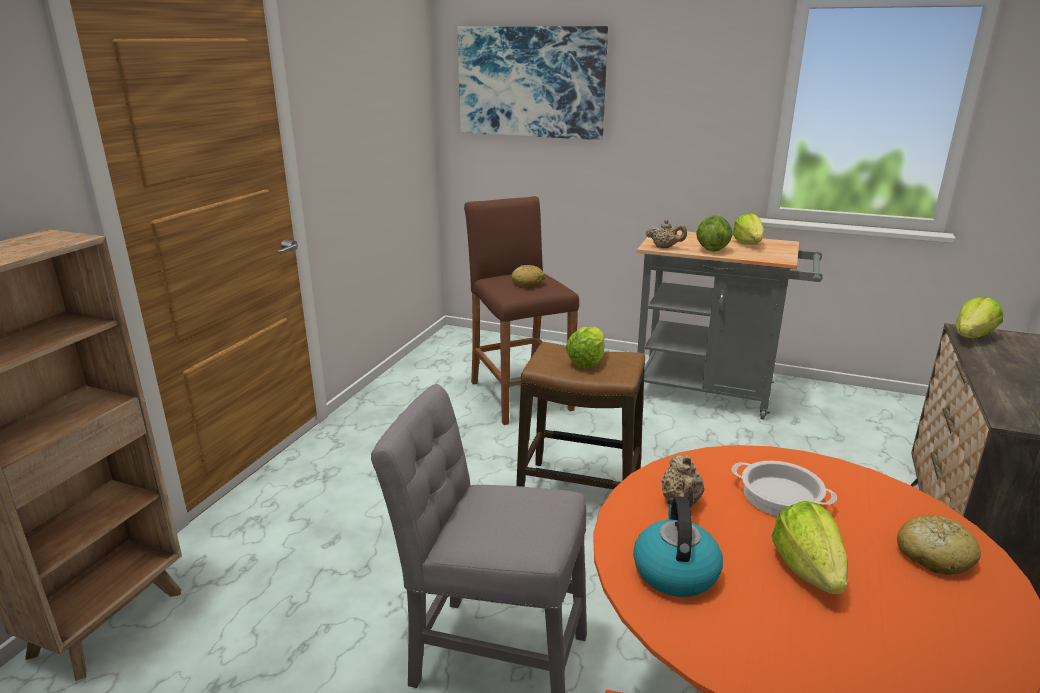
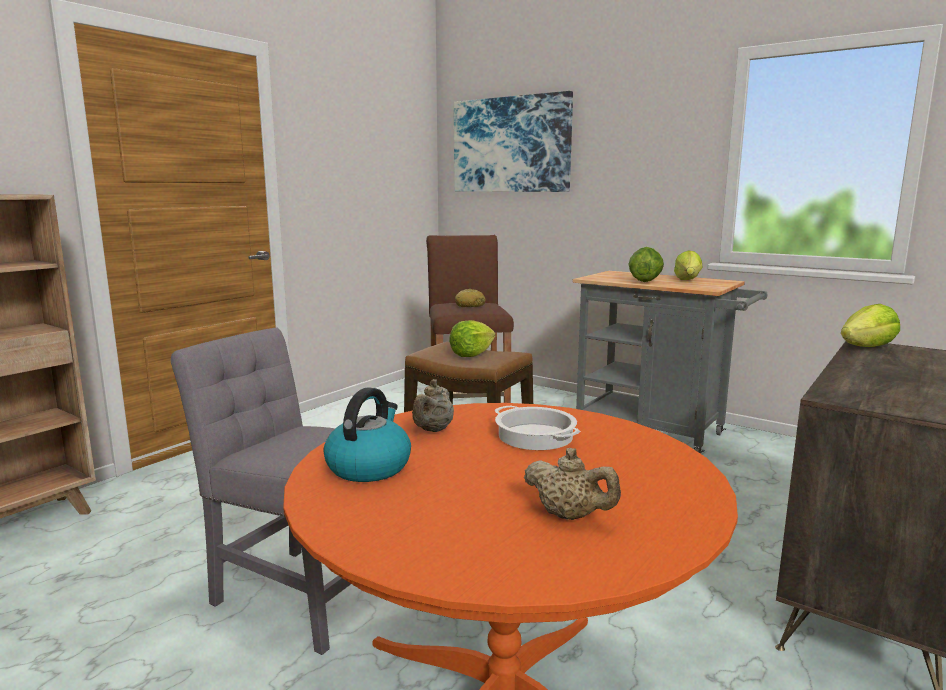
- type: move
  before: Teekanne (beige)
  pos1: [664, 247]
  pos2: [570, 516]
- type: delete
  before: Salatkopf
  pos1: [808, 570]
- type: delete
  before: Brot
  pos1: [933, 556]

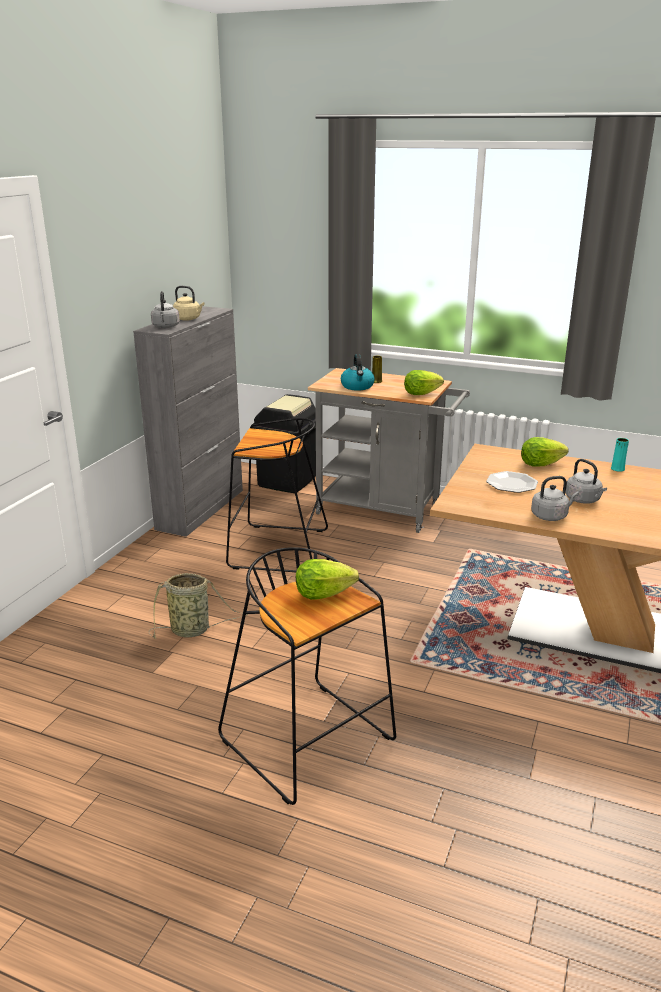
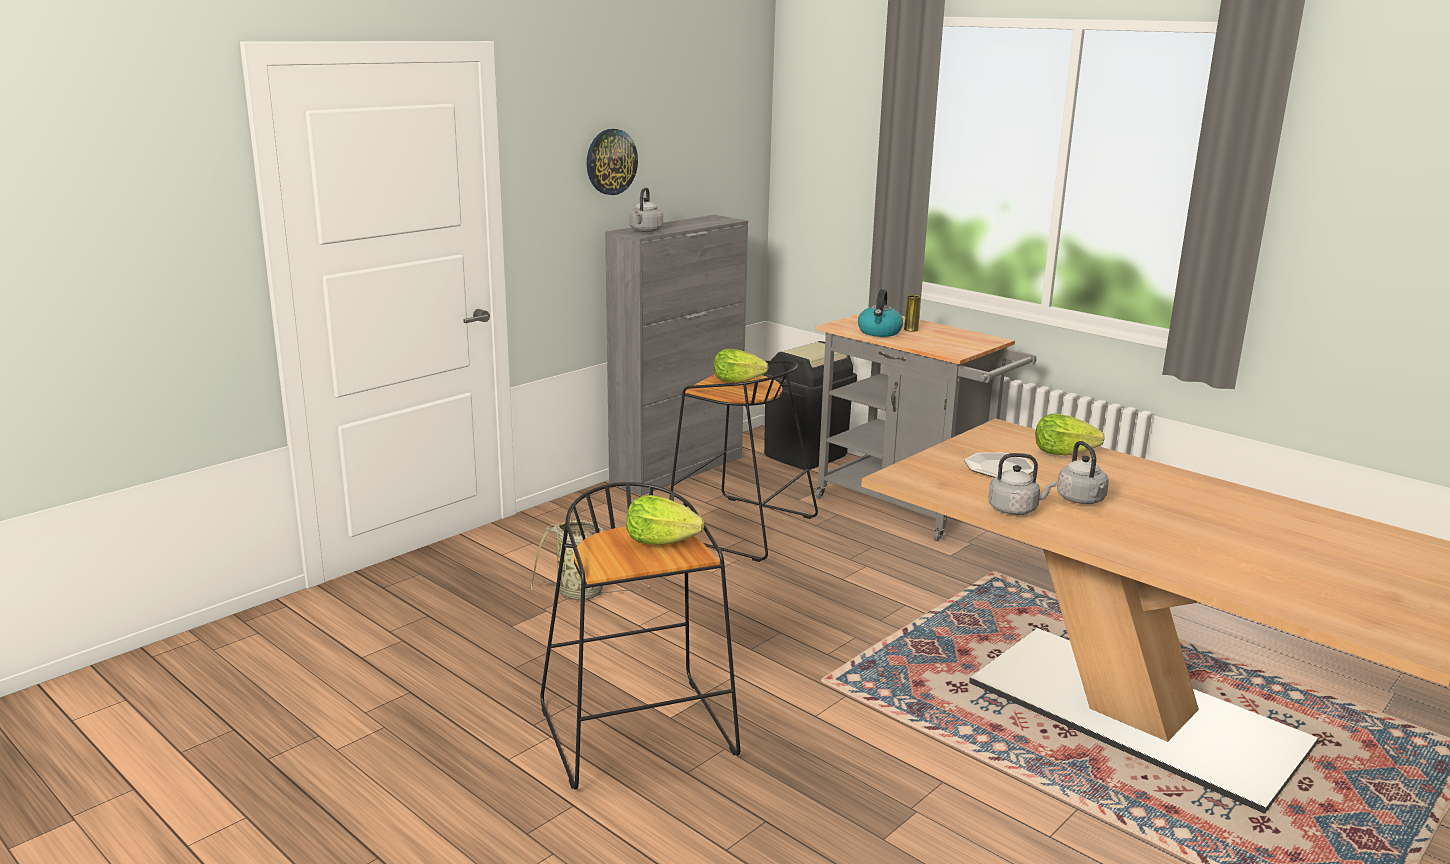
- type: insert
  after: Wanduhr
  pos2: [611, 161]
- type: move
  before: Salatkopf
  pos1: [421, 394]
  pos2: [737, 381]
- type: delete
  before: Wasserkessel (beige)
  pos1: [188, 319]
- type: delete
  before: Vase (türkis)
  pos1: [617, 469]

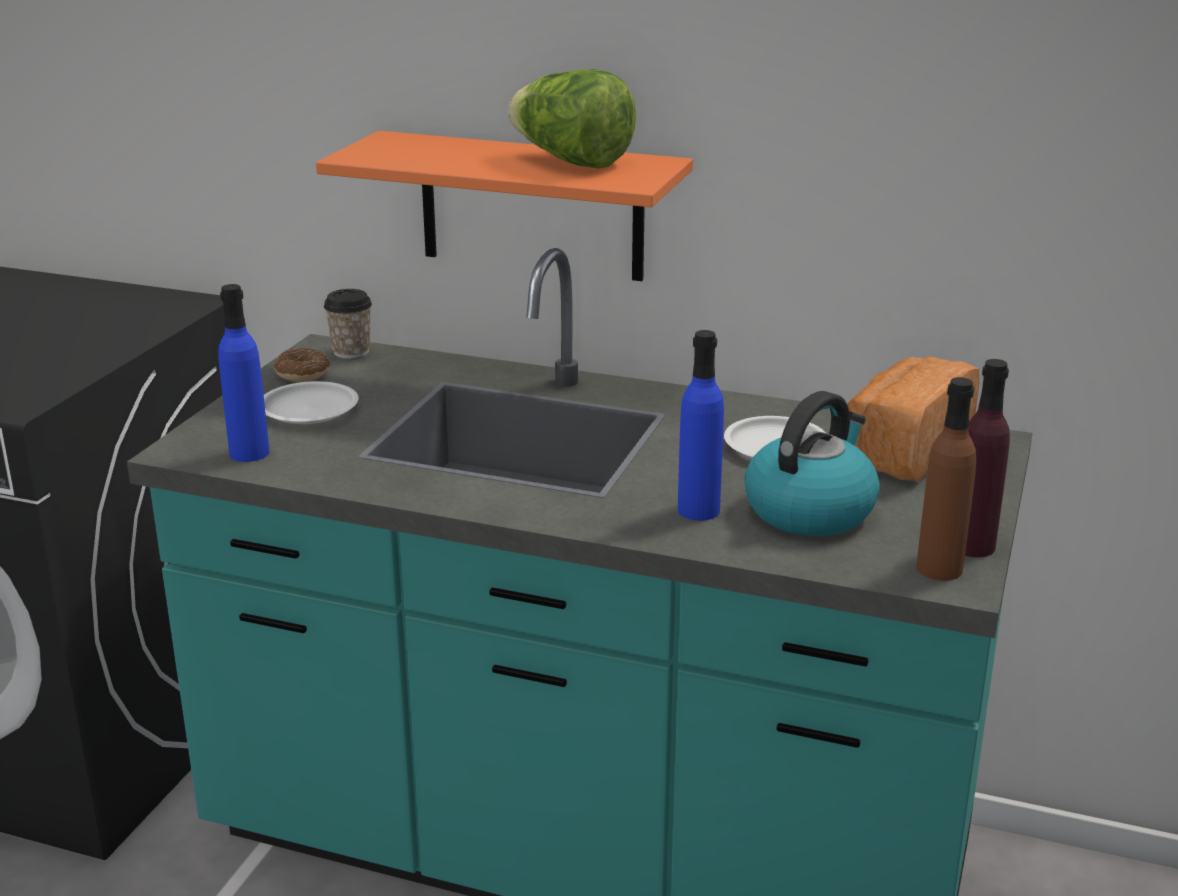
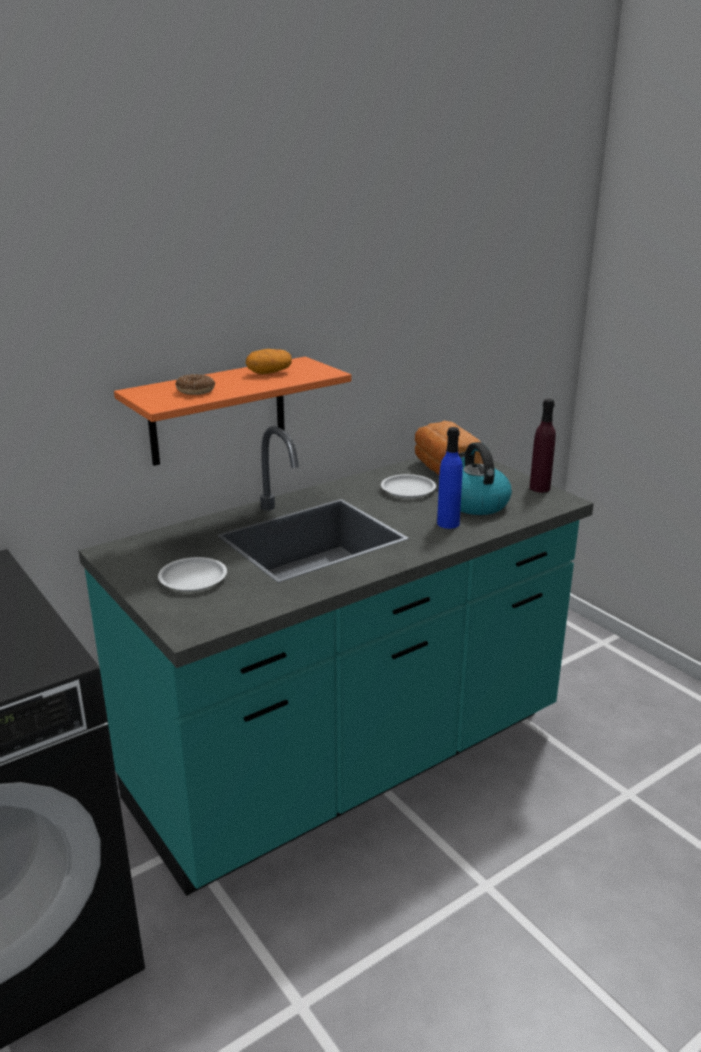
- type: move
  before: Donut
  pos1: [302, 374]
  pos2: [195, 391]
- type: replace
  before: Salatkopf
  after: Kartoffel
  pos1: [571, 162]
  pos2: [269, 373]
- type: delete
  before: Flasche (blau)
  pos1: [249, 453]
- type: delete
  before: Tasse
  pos1: [351, 352]
- type: delete
  before: Flasche (braun)
  pos1: [939, 568]

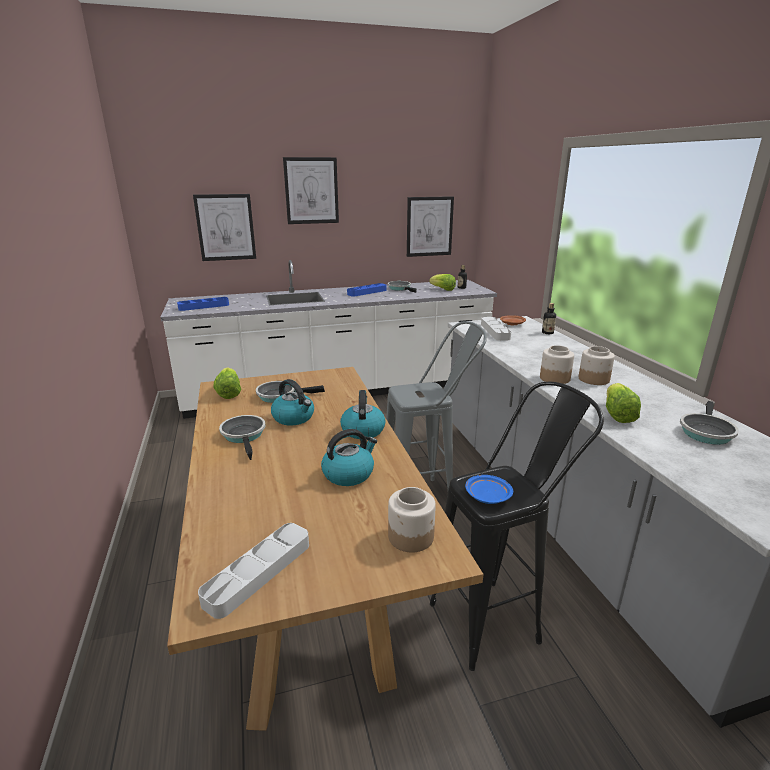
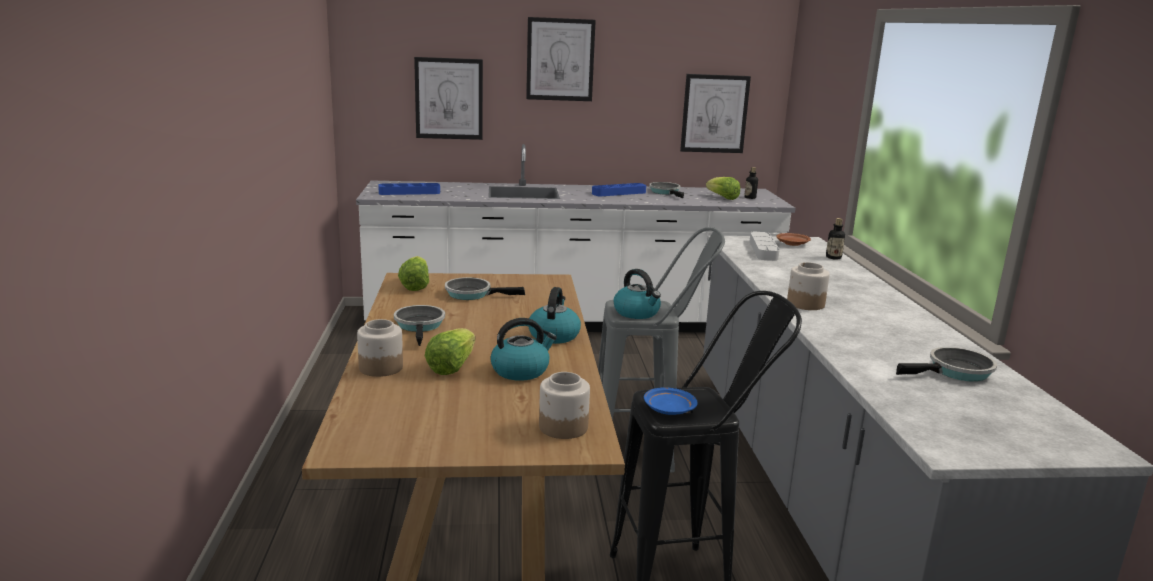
- type: move
  before: Vorratsglas
  pos1: [593, 379]
  pos2: [380, 368]
- type: move
  before: Salatkopf
  pos1: [617, 415]
  pos2: [451, 366]
- type: move
  before: Wasserkessel
  pos1: [294, 418]
  pos2: [637, 313]
- type: rotate
  before: Pfanne
  pos1: [705, 432]
  pos2: [956, 372]
  turn: -150
- type: delete
  before: Tablett (grau)
  pos1: [258, 572]

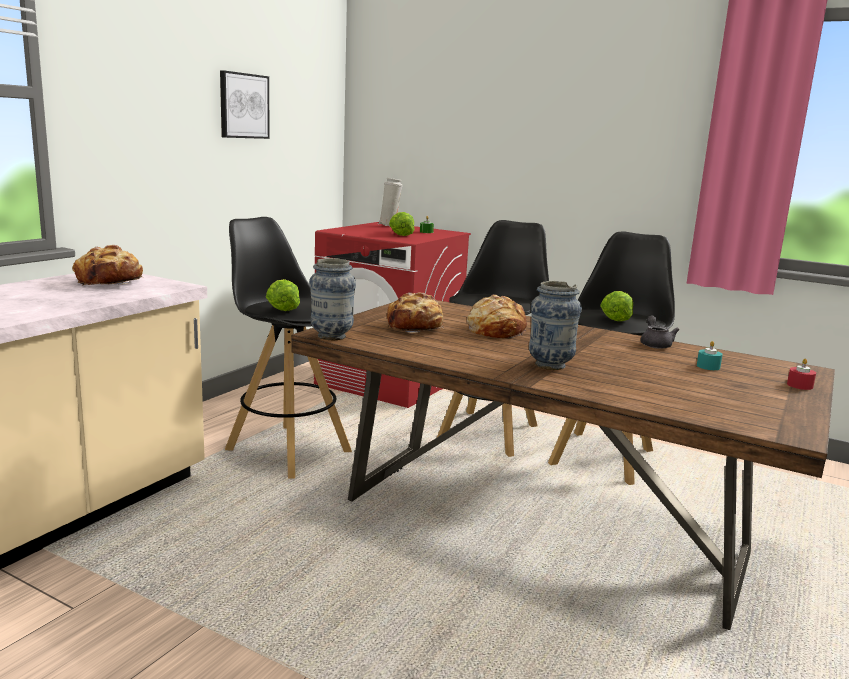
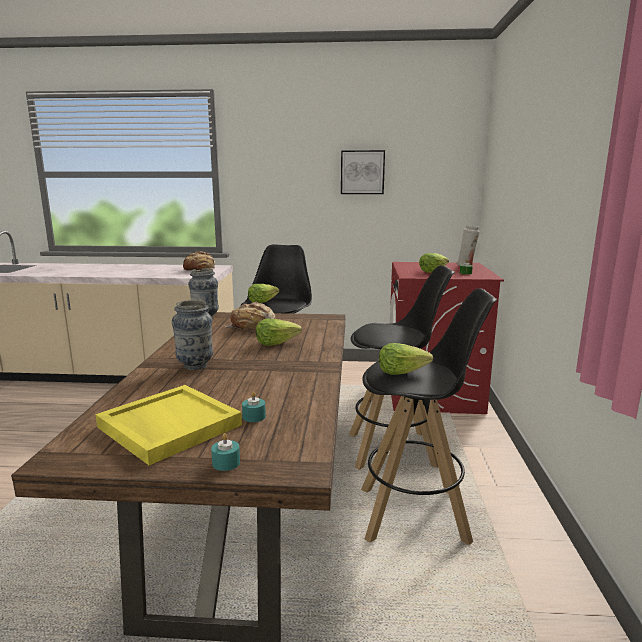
- type: insert
  after: Tablett (gelb)
  pos2: [168, 426]
- type: recolor
  before: Kerze (rot)
  after: Kerze (türkis)
  pos1: [800, 385]
  pos2: [226, 463]
- type: replace
  before: Brot
  after: Salatkopf
  pos1: [496, 330]
  pos2: [276, 343]
- type: delete
  before: Teekanne (grau)
  pos1: [655, 344]

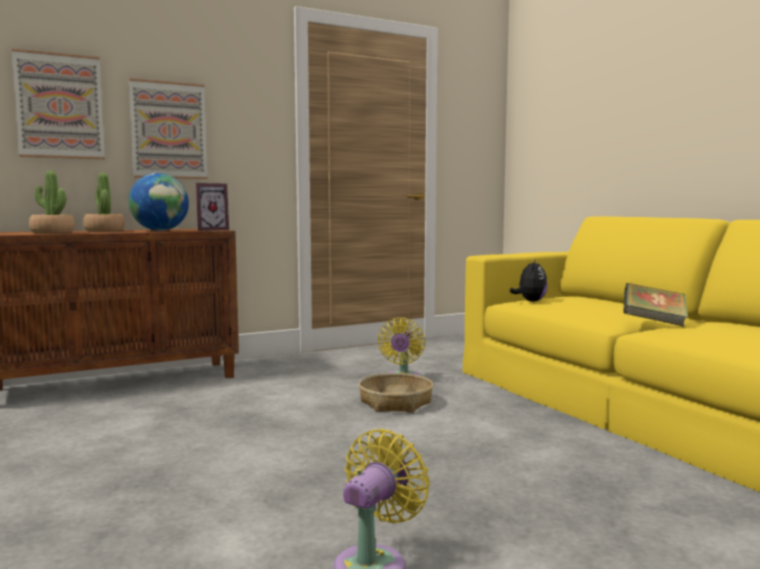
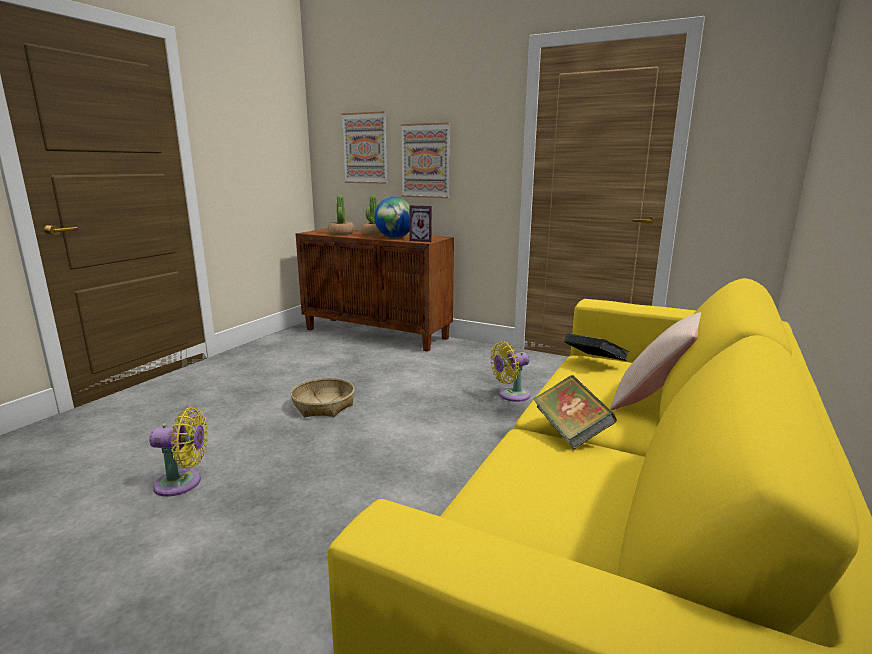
- type: move
  before: Korb
  pos1: [395, 403]
  pos2: [323, 405]
- type: replace
  before: Plüschtier
  after: Buch
  pos1: [530, 301]
  pos2: [594, 363]
- type: insert
  after: Kissen (beige)
  pos2: [657, 398]

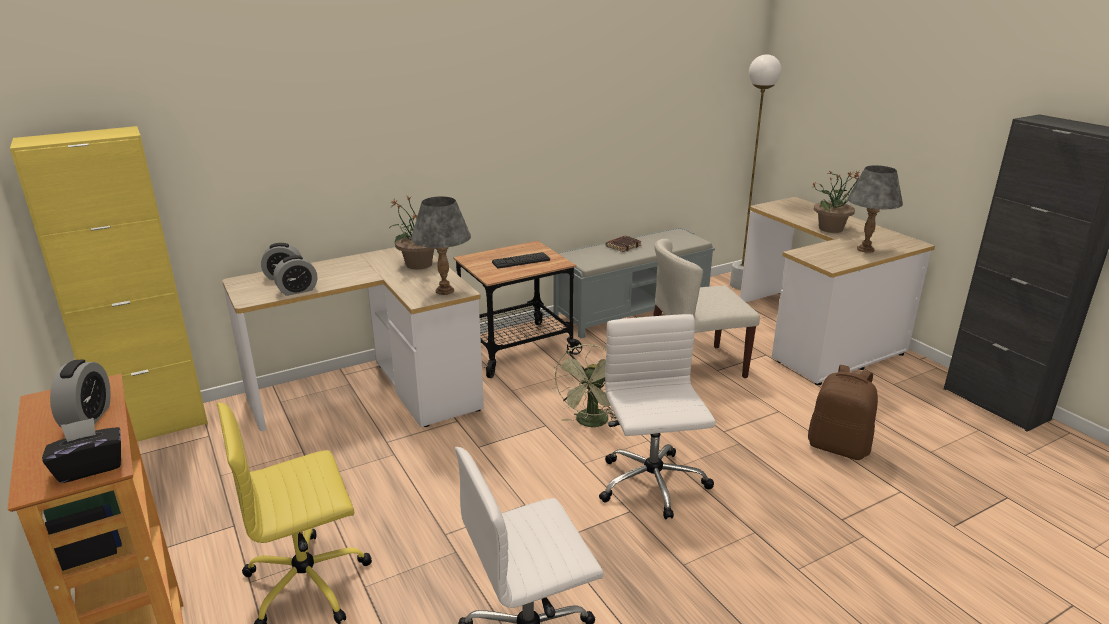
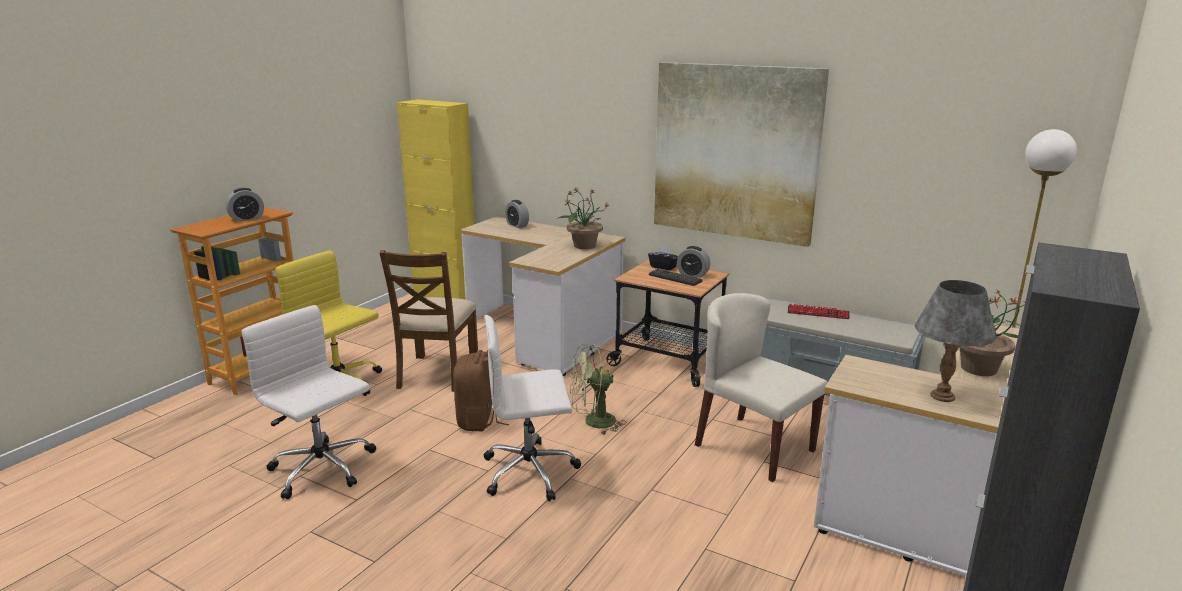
- type: insert
  after: Stuhl (braun)
  pos2: [437, 373]
- type: move
  before: Rucksack (braun)
  pos1: [838, 447]
  pos2: [480, 421]
- type: rotate
  before: Bürostuhl (weiß)
  pos1: [652, 485]
  pos2: [531, 472]
  turn: -150
- type: move
  before: Taschentuchbox (schwarz)
  pos1: [90, 467]
  pos2: [663, 267]
- type: insert
  after: Bild
  pos2: [735, 152]
- type: move
  before: Wecker
  pos1: [297, 290]
  pos2: [692, 274]
- type: replace
  before: Buch (braun)
  after: Tastatur
  pos1: [623, 246]
  pos2: [818, 313]
- type: delete
  before: Tischlampe (grau)
  pos1: [445, 291]

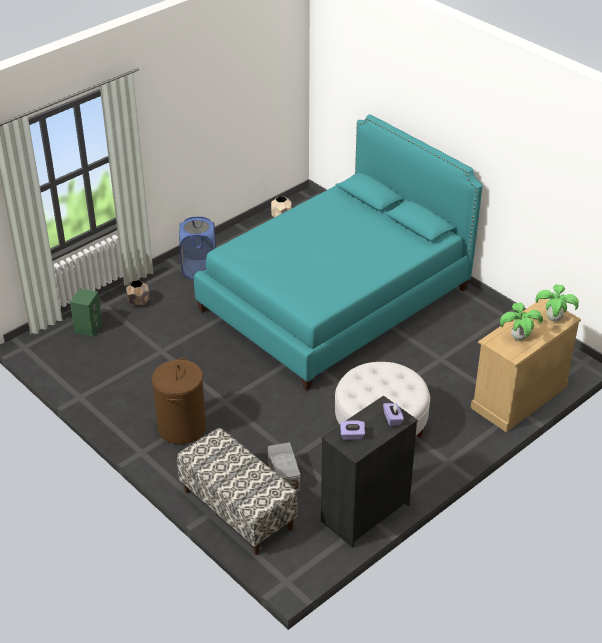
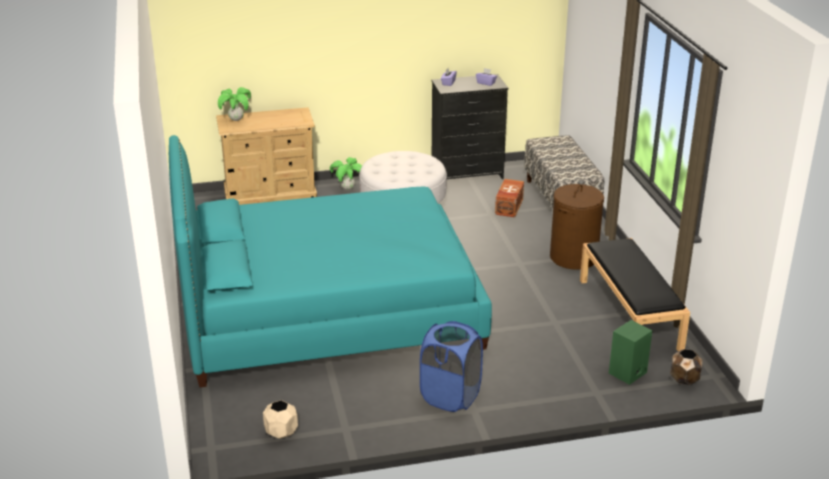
- type: move
  before: Topfpflanze
  pos1: [519, 338]
  pos2: [347, 188]
- type: recolor
  before: Aufbewahrungsbox (grau)
  after: Aufbewahrungsbox (braun)
  pos1: [284, 475]
  pos2: [508, 206]
- type: insert
  after: Bank (schwarz)
  pos2: [630, 314]
- type: move
  before: Pflanzkübel (braun)
  pos1: [138, 302]
  pos2: [684, 380]

